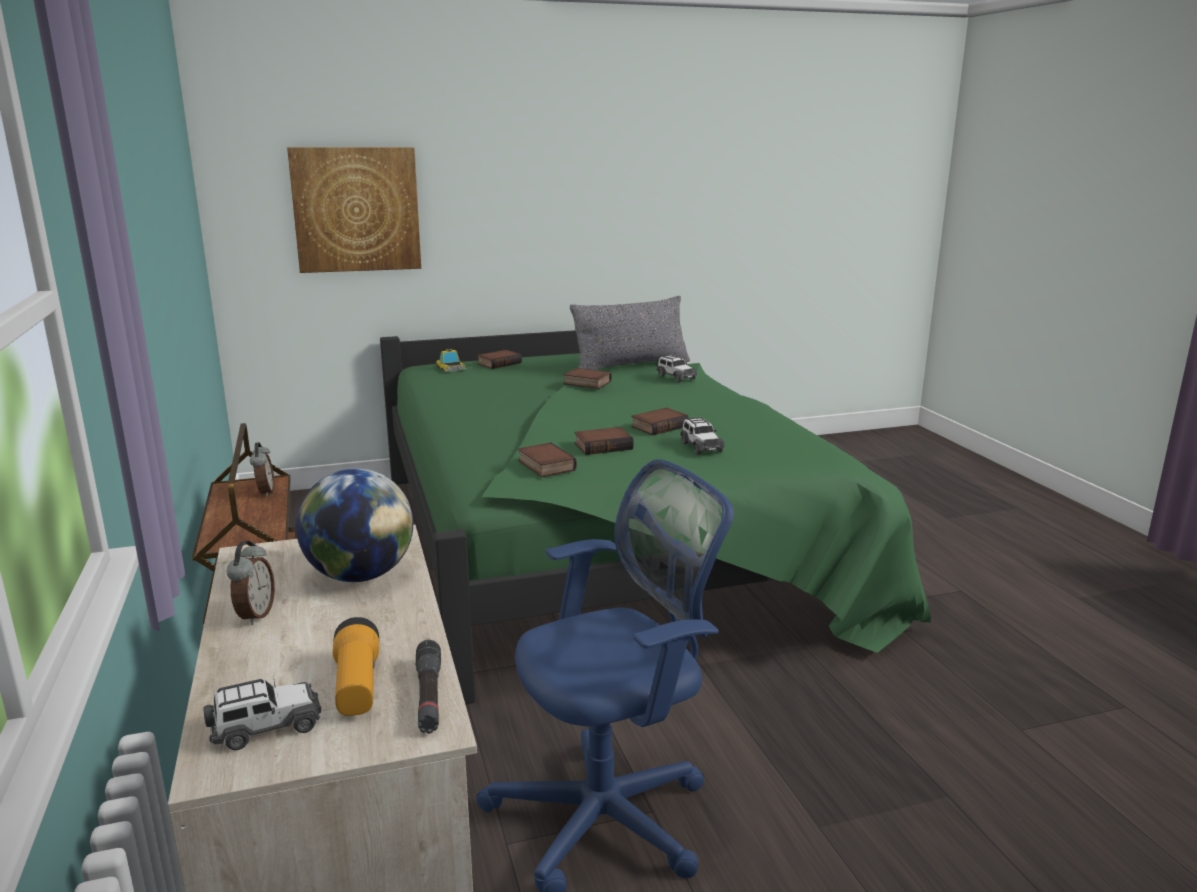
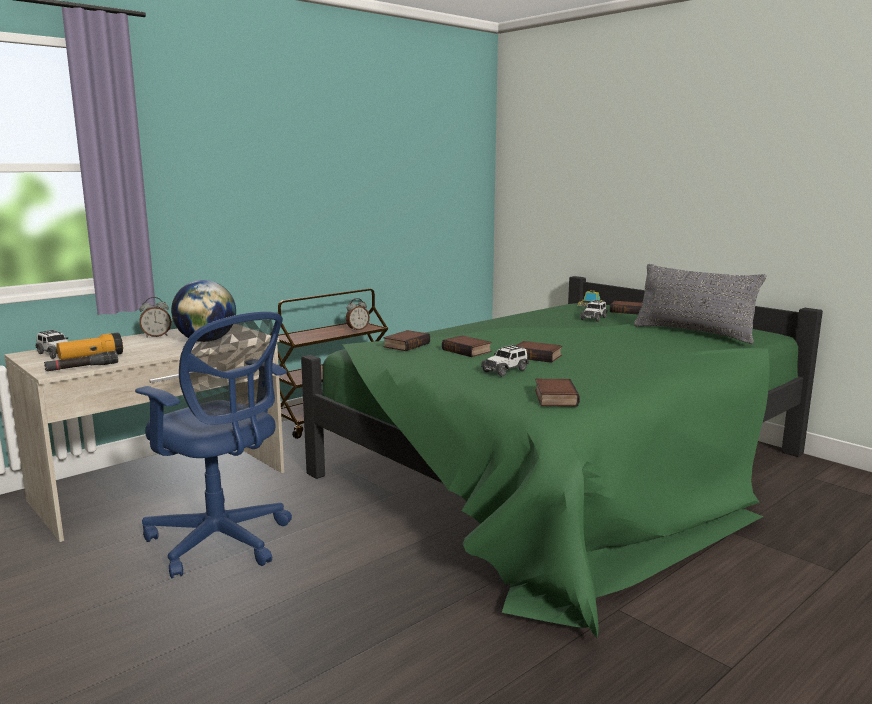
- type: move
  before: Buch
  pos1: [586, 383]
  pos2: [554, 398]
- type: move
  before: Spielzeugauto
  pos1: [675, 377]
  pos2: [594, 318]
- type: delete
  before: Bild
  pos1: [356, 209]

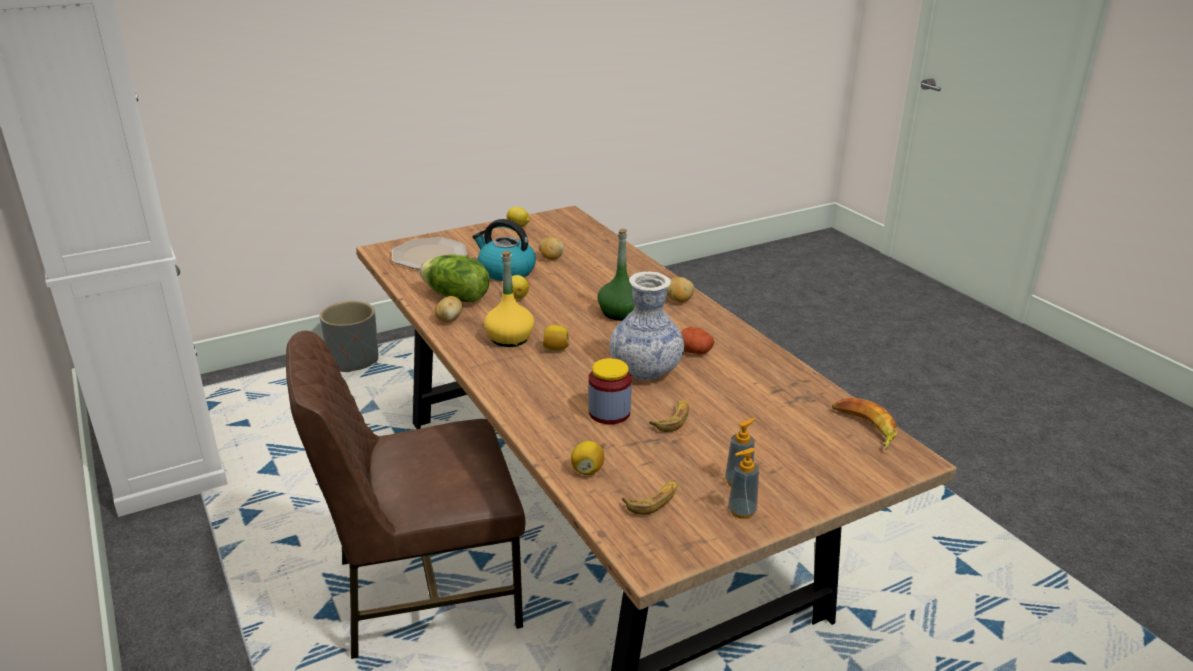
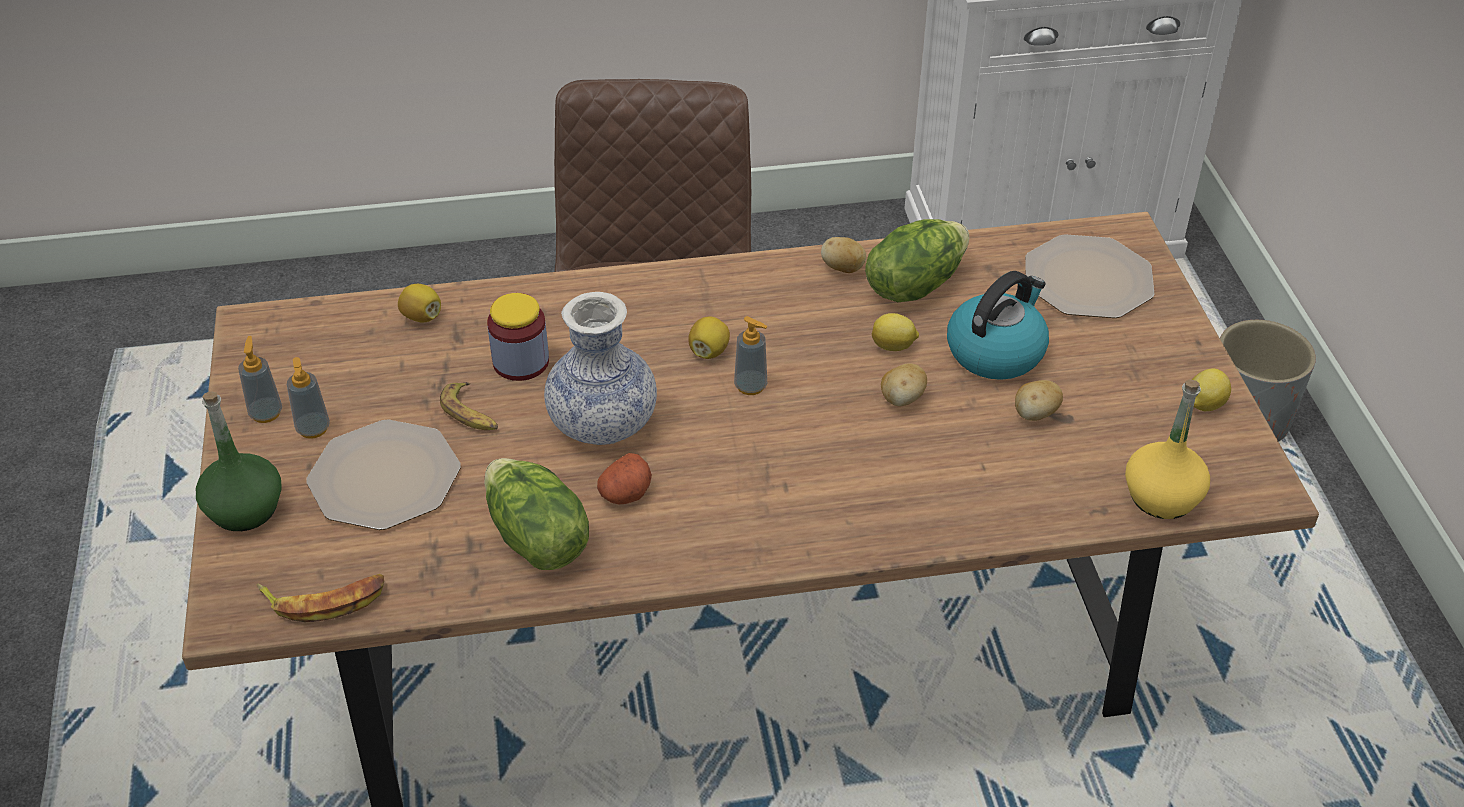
- type: move
  before: Flasche (grün)
  pos1: [620, 313]
  pos2: [244, 509]
- type: insert
  after: Teller
  pos2: [385, 478]
- type: insert
  after: Salatkopf
  pos2: [535, 540]
- type: insert
  after: Seifenspender
  pos2: [750, 386]
- type: move
  before: Kartoffel
  pos1: [678, 300]
  pos2: [902, 399]
- type: move
  before: Flasche (gelb)
  pos1: [509, 338]
  pos2: [1161, 497]
- type: delete
  before: Banane
  pos1: [653, 500]

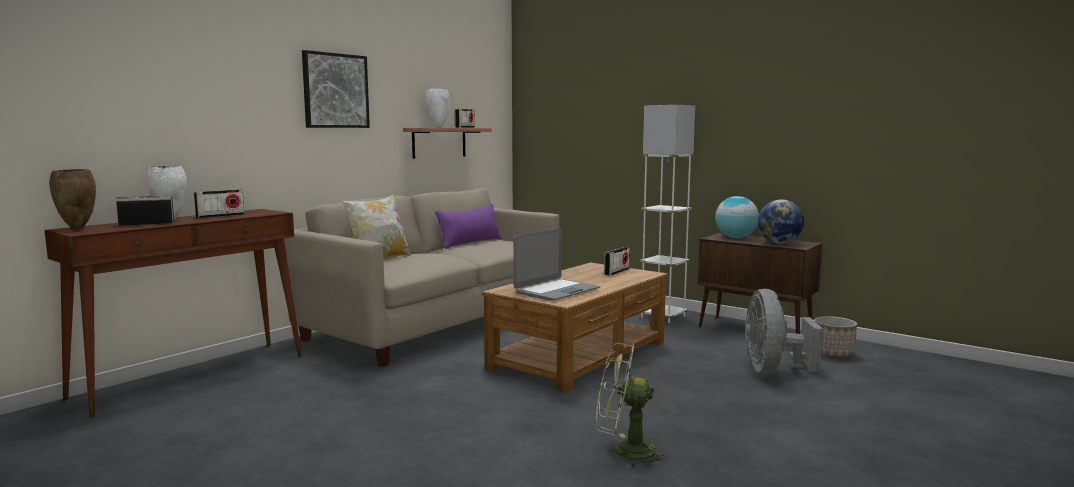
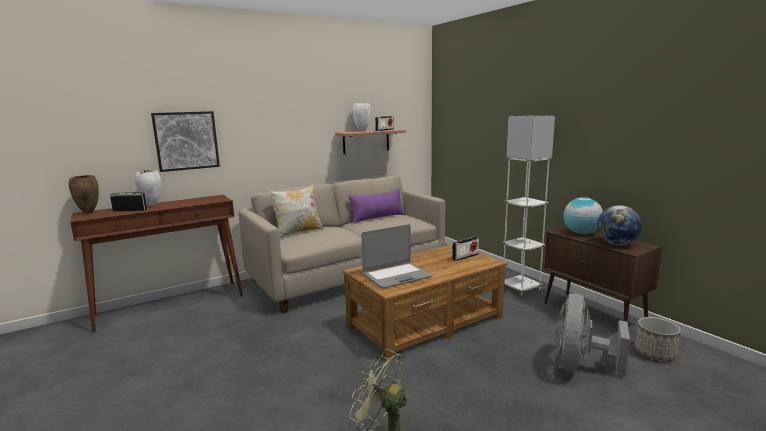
- type: move
  before: Bild
  pos1: [335, 91]
  pos2: [186, 140]
- type: delete
  before: Radio
  pos1: [220, 216]

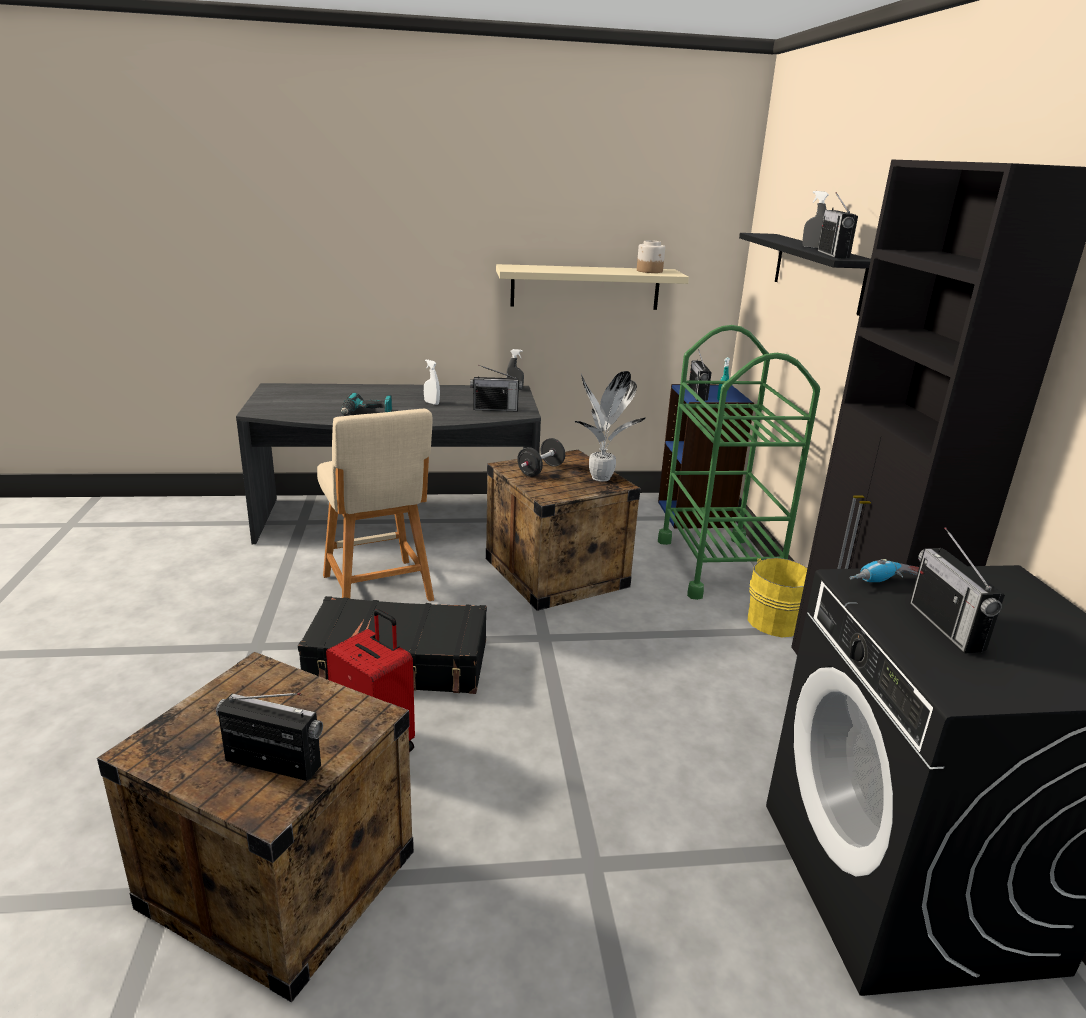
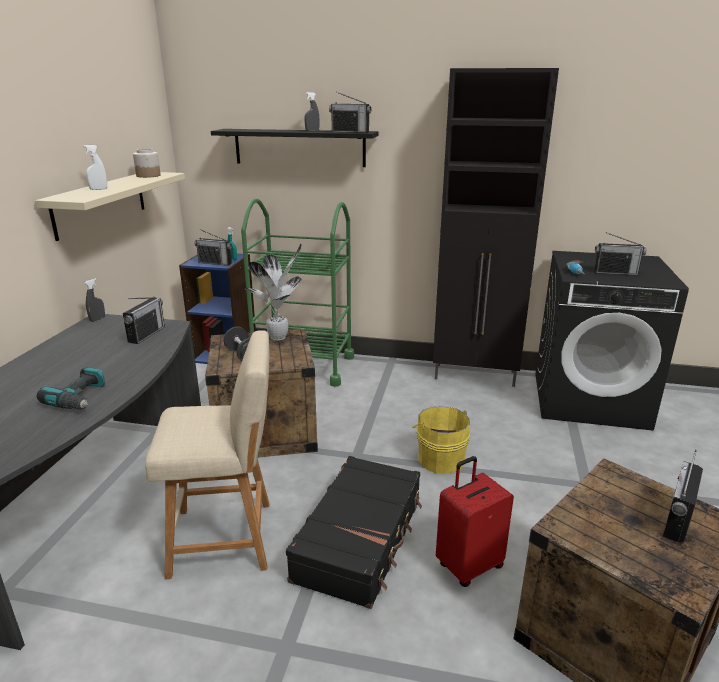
- type: move
  before: Sprühflasche (weiß)
  pos1: [431, 403]
  pos2: [98, 189]
- type: move
  before: Eimer (gelb)
  pos1: [776, 621]
  pos2: [440, 458]

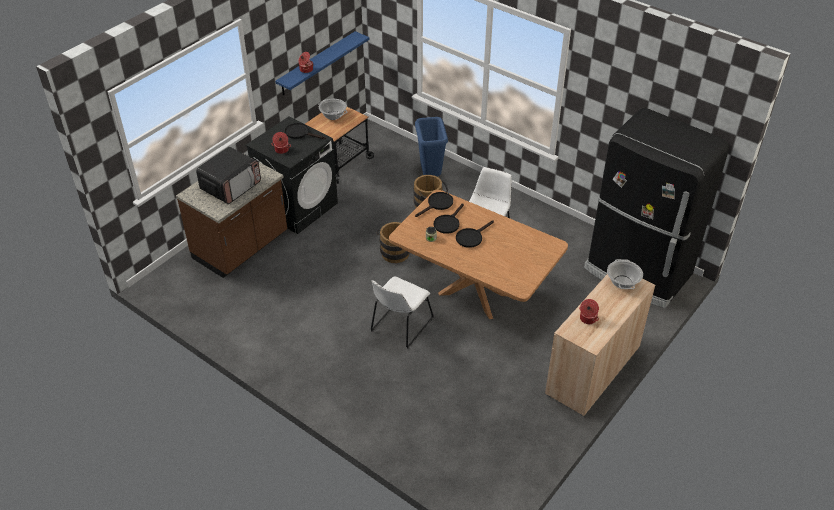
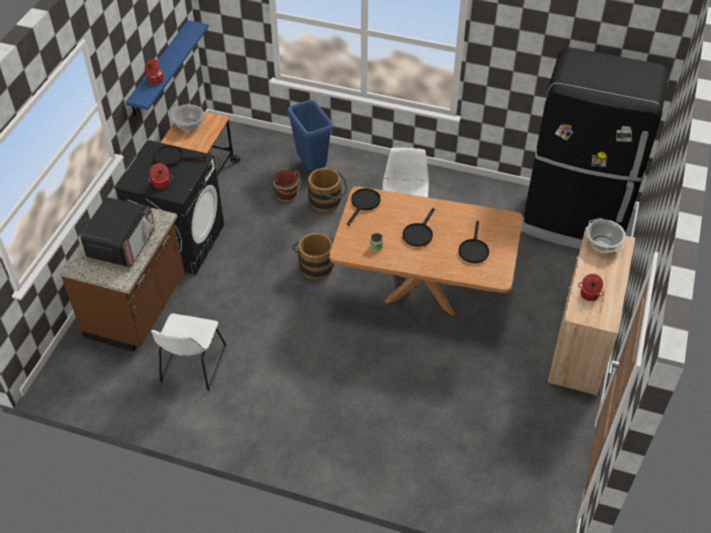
- type: move
  before: Stuhl (weiß)
  pos1: [400, 326]
  pos2: [192, 366]
- type: insert
  after: Eimer (braun)
  pos2: [287, 195]
- type: move
  before: Pfanne (schwarz)
  pos1: [448, 223]
  pos2: [473, 249]

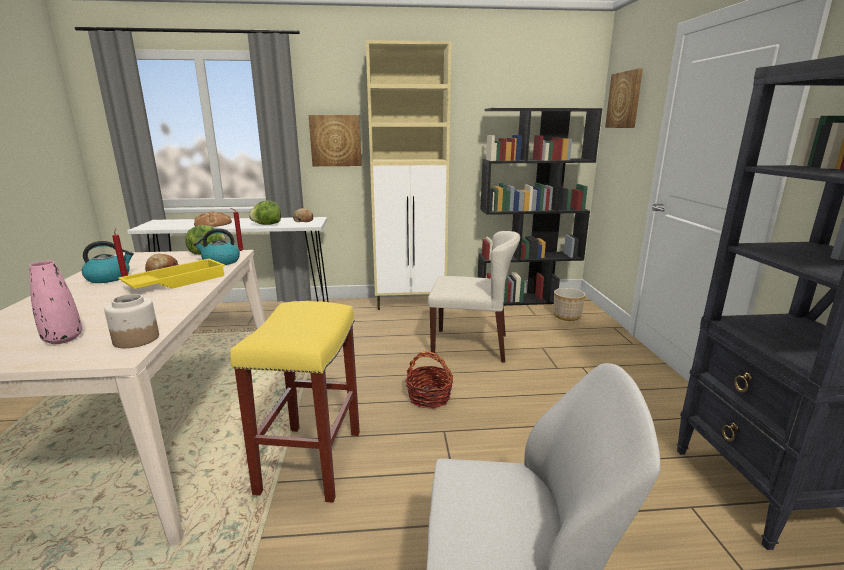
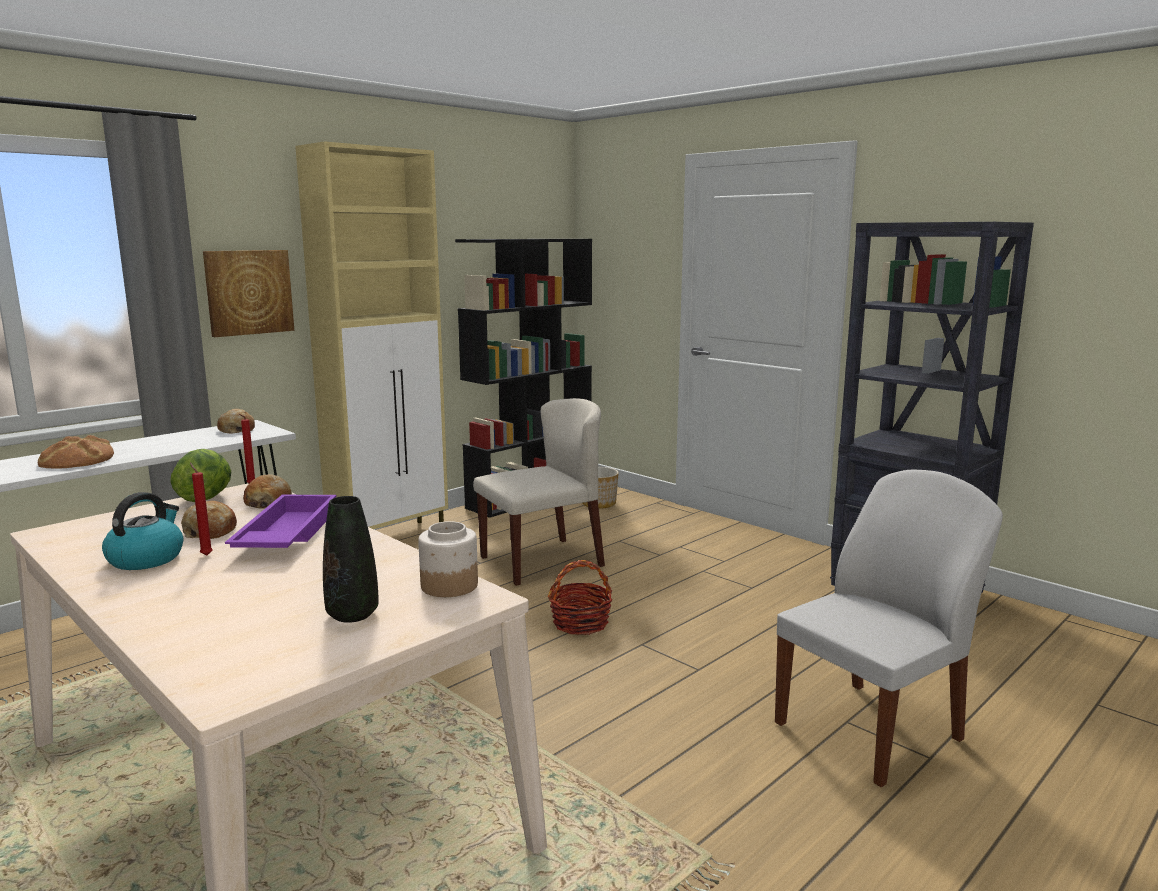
- type: recolor
  before: Tablett (gelb)
  after: Tablett (lila)
  pos1: [176, 281]
  pos2: [285, 534]
- type: replace
  before: Wasserkessel
  after: Brot
  pos1: [220, 262]
  pos2: [268, 502]
- type: recolor
  before: Vase (rosa)
  after: Vase (schwarz)
  pos1: [63, 339]
  pos2: [352, 615]
- type: delete
  before: Hocker (gelb)
  pos1: [311, 462]
- type: delete
  before: Salatkopf
  pos1: [267, 224]
- type: delete
  before: Bild
  pos1: [625, 100]

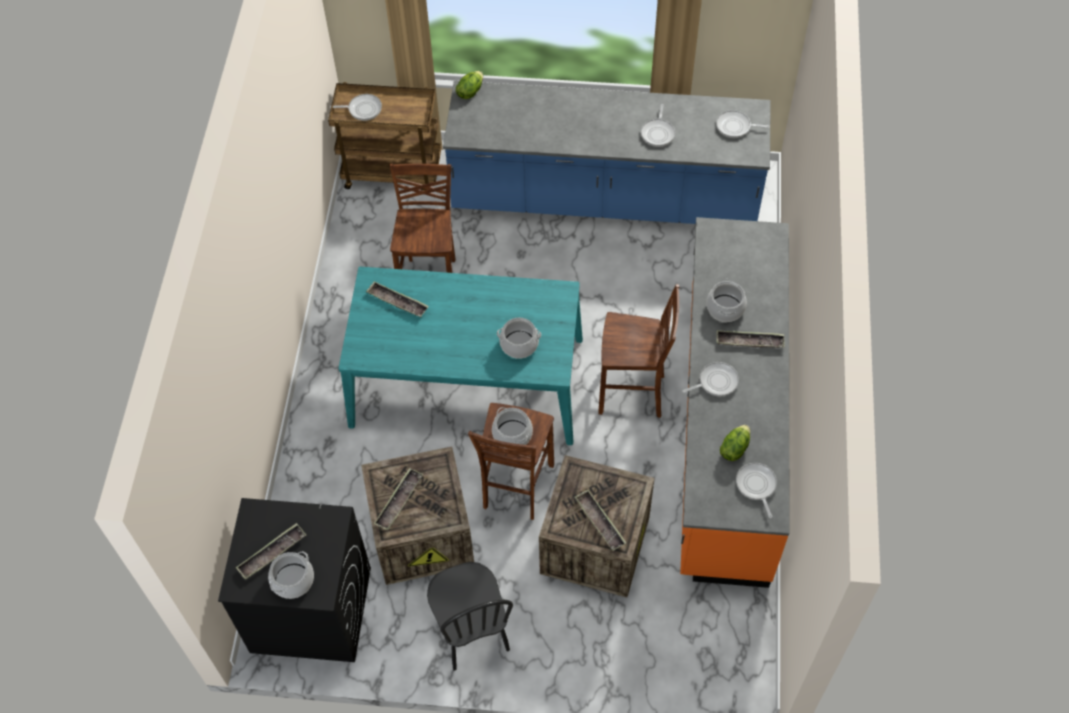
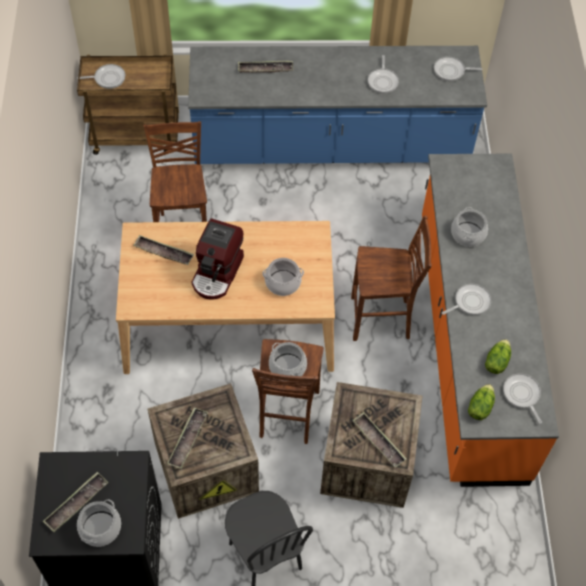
- type: recolor
  before: Esstisch (türkis)
  after: Esstisch (beige)
  pos1: [467, 382]
  pos2: [229, 321]
- type: insert
  after: Kaffeemaschine
  pos2: [218, 273]
- type: move
  before: Tablett
  pos1: [749, 341]
  pos2: [265, 69]
- type: move
  before: Salatkopf
  pos1: [470, 91]
  pos2: [479, 407]

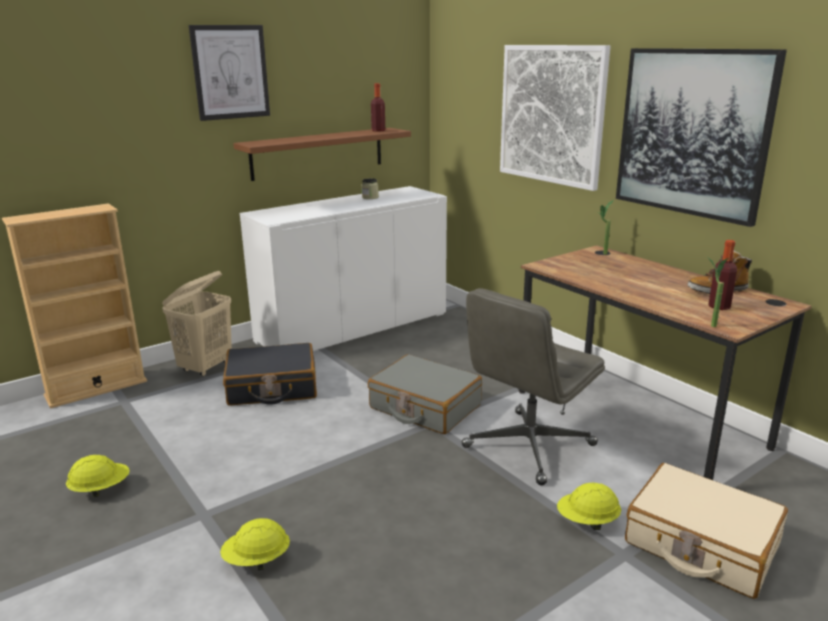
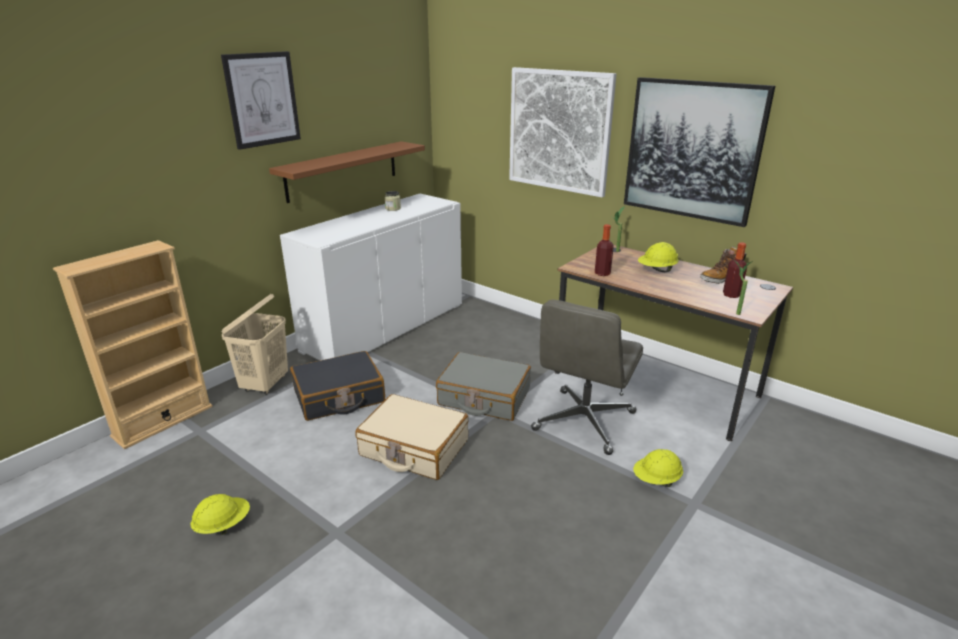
- type: move
  before: Koffer (beige)
  pos1: [701, 544]
  pos2: [413, 448]
- type: move
  before: Flasche
  pos1: [378, 130]
  pos2: [602, 273]
- type: move
  before: Schutzhelm (gelb)
  pos1: [257, 560]
  pos2: [657, 270]

